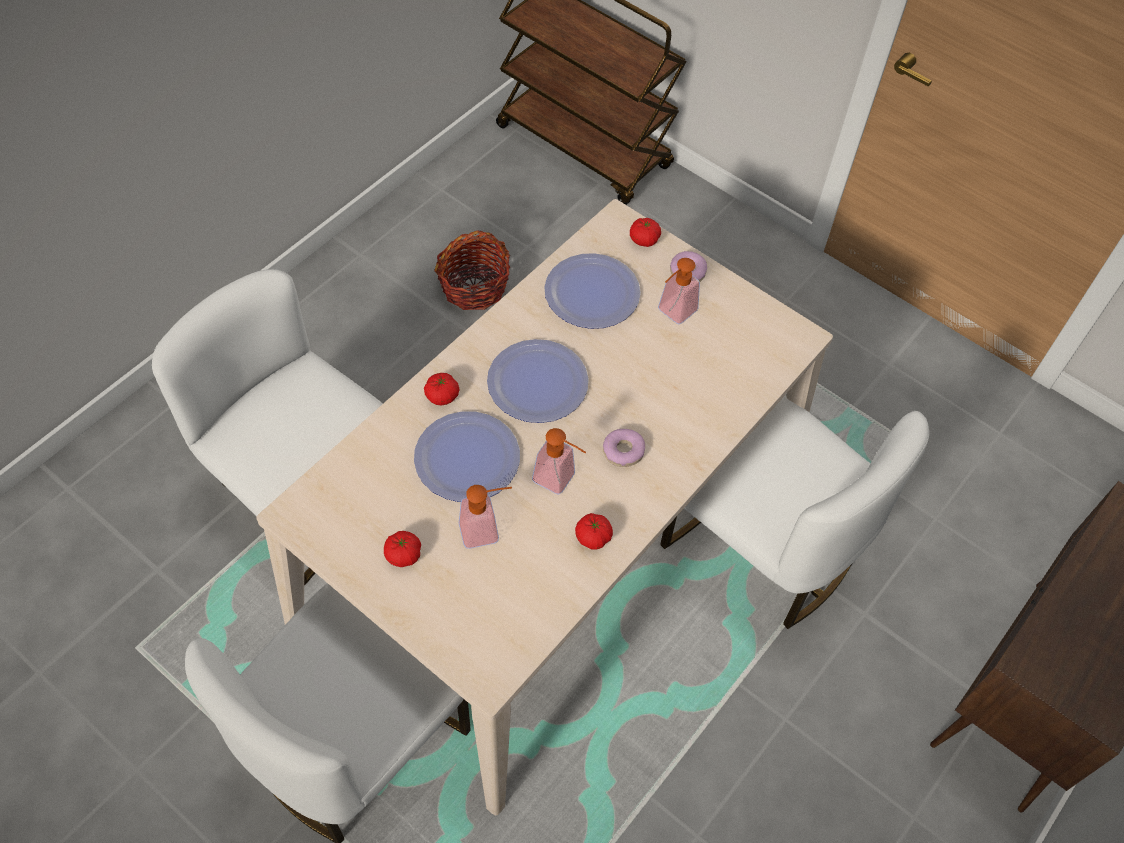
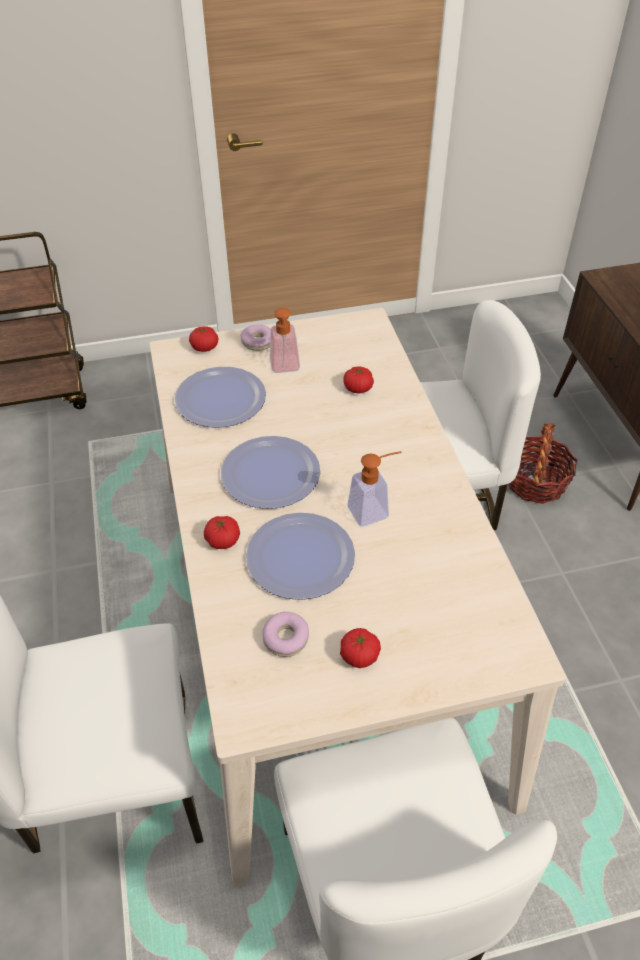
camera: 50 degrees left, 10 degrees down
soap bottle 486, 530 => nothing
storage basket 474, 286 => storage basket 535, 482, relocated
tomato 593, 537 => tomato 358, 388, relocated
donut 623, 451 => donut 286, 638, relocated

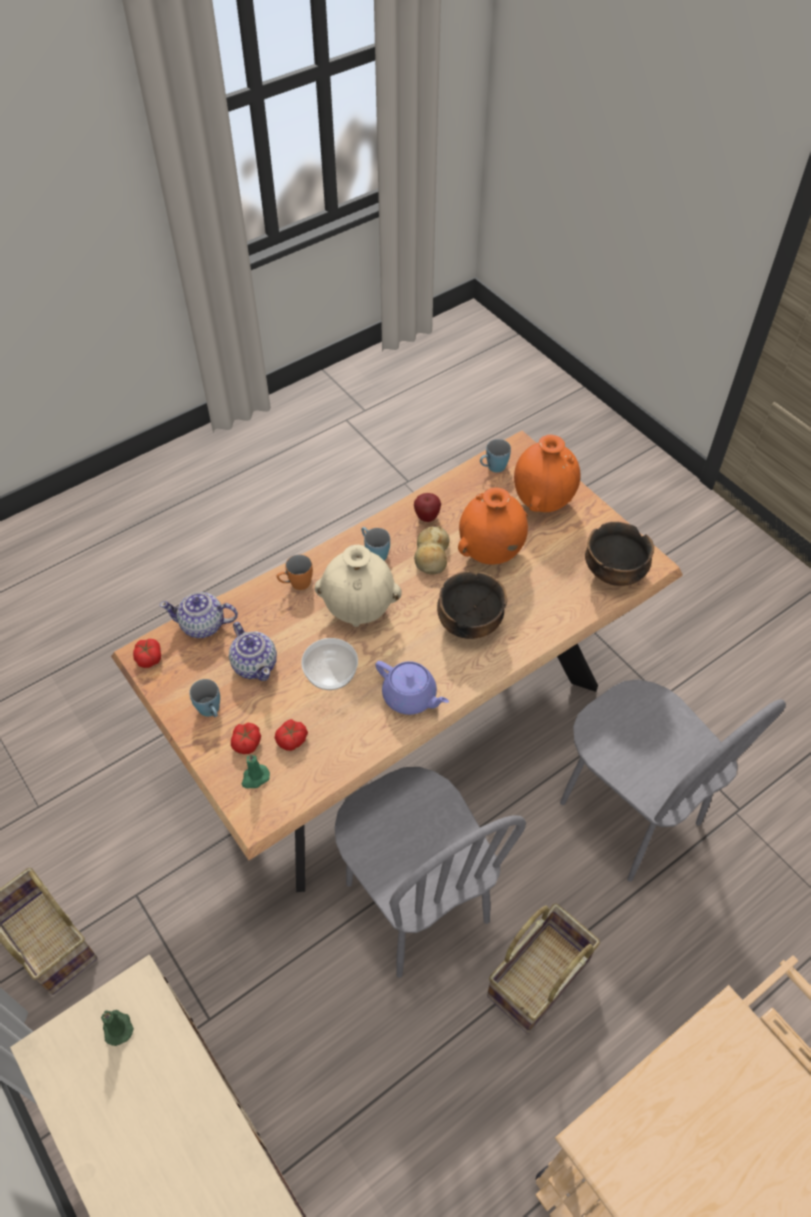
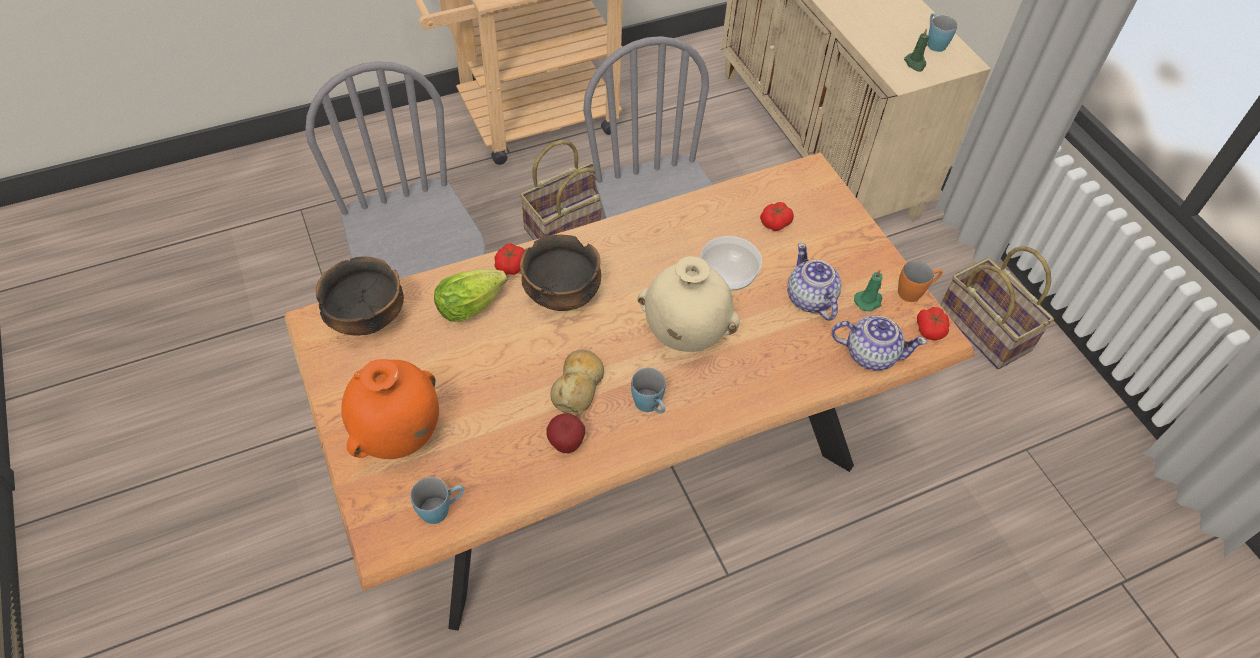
camera: 170 degrees left, 0 degrees up
purplish tea pot 410, 697 => nothing
orange-coloured flower vase 490, 553 => nothing
nothing => head of lettuce 474, 304
blue-coloured mug 211, 711 => blue-coloured mug 934, 43, relocated
tomato 247, 742 => tomato 510, 265, relocated
green-coloured wax light 255, 777 => green-coloured wax light 868, 301, relocated
orange-coloured mug 296, 584 => orange-coloured mug 914, 292, relocated

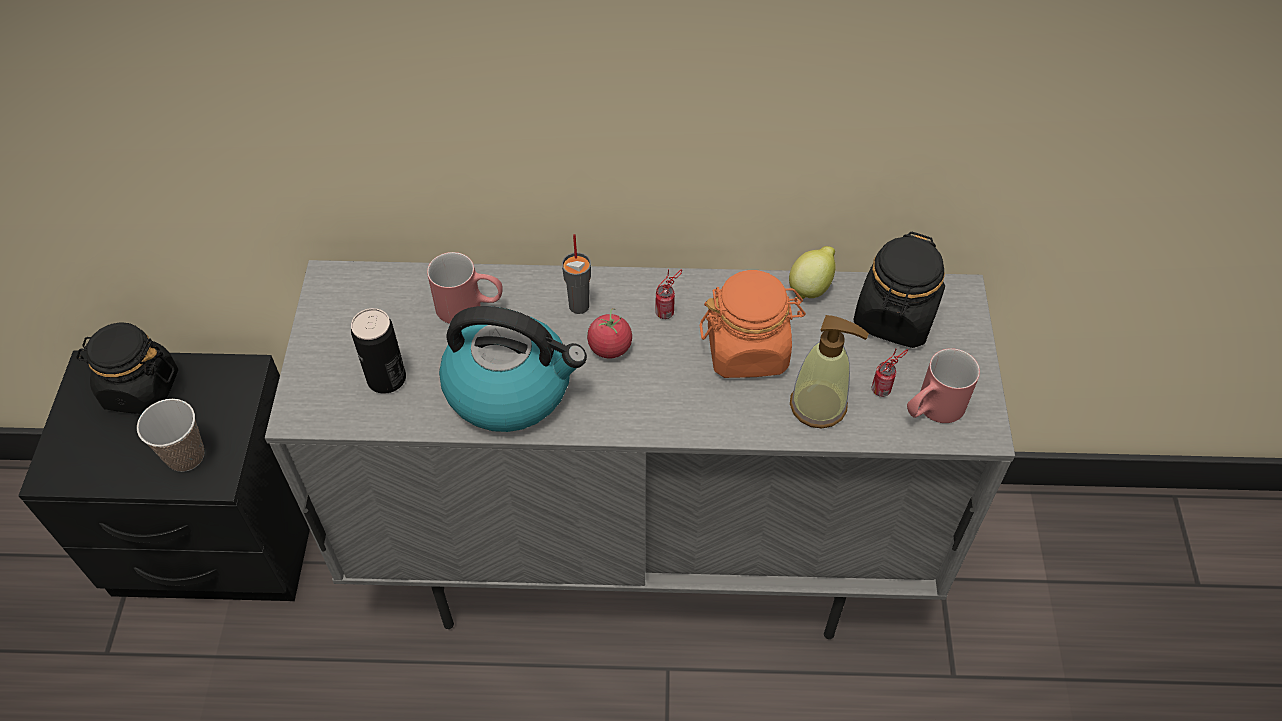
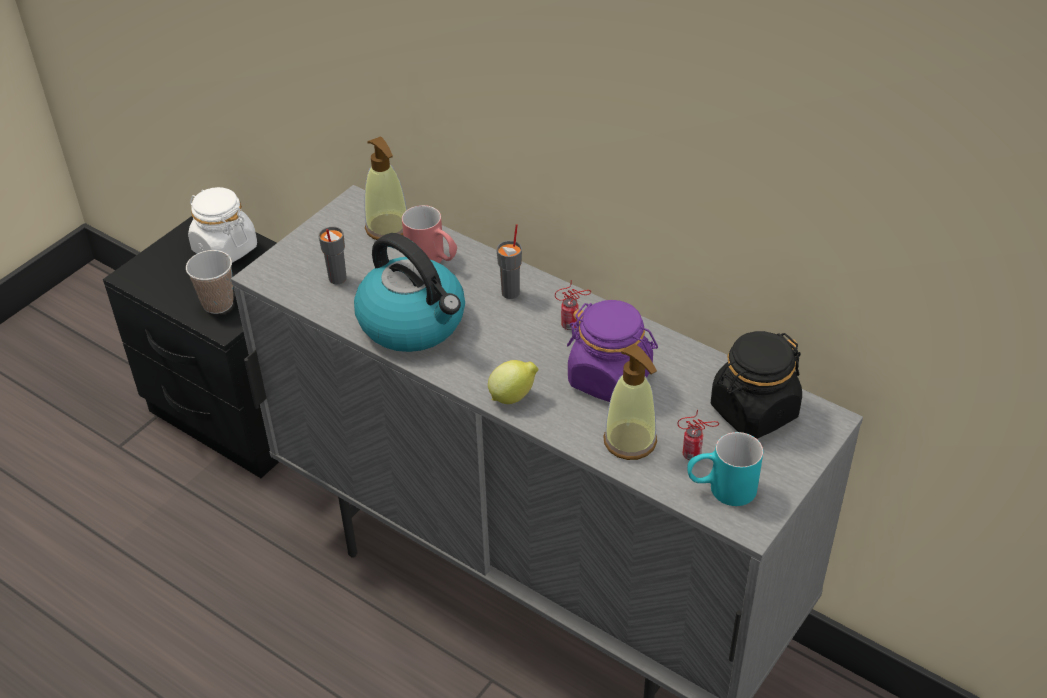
camera: 35 degrees right, 10 degrees down
tomato 610, 347 => nothing
nothing => soap bottle 388, 228
whole lemon 811, 287 => whole lemon 513, 397, relocated
sealed can 386, 378 => greyish small cup 337, 279
black preserve jar 140, 389 => white-coloured preserve jar 224, 249
orange-coloured preserve jar 748, 350 => purplish preserve jar 610, 379
reddish mug 932, 410 => turquoise-coloured mug 721, 489

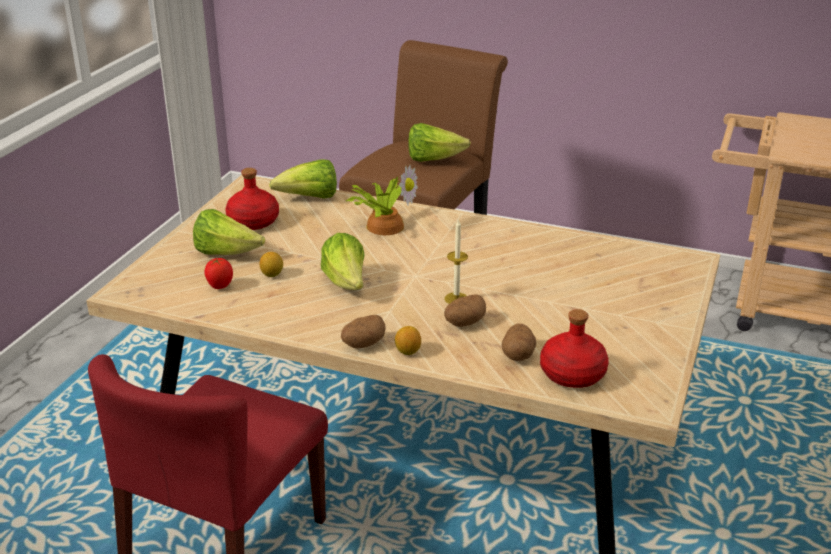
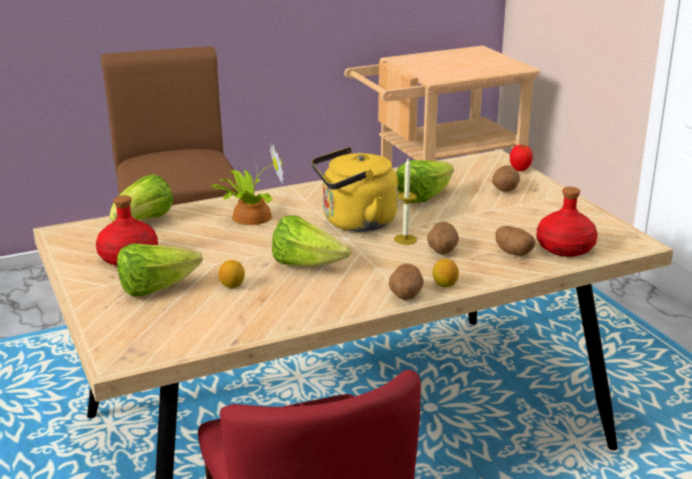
camera: 45 degrees left, 5 degrees down
nothing => yellow kettle 354, 223
nothing => whole potato 505, 189
tomato 220, 287 => tomato 520, 170, relocated
head of lettuce 433, 159 => head of lettuce 423, 197, relocated

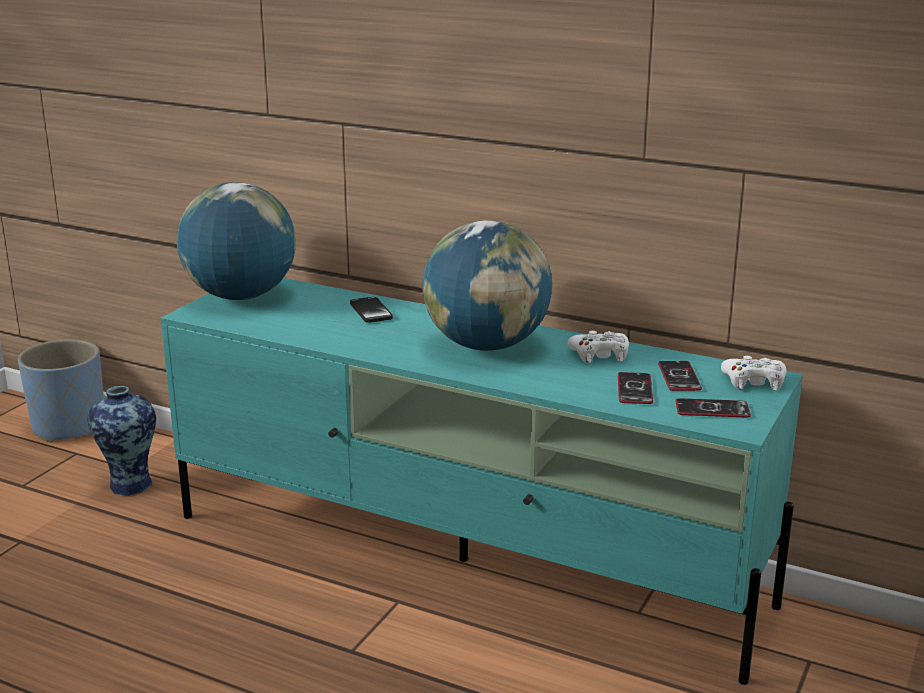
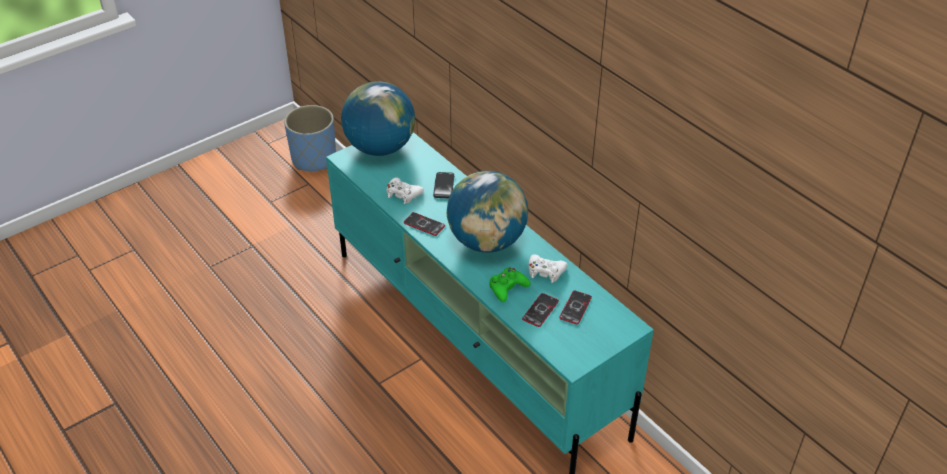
camera: 25 degrees right, 20 degrees up
flower vase 130, 484 => nothing
nothing => green-coloured joypad 507, 288
telephone 712, 409 => telephone 424, 224, relocated
white-coloured joypad 754, 382 => white-coloured joypad 403, 194, relocated

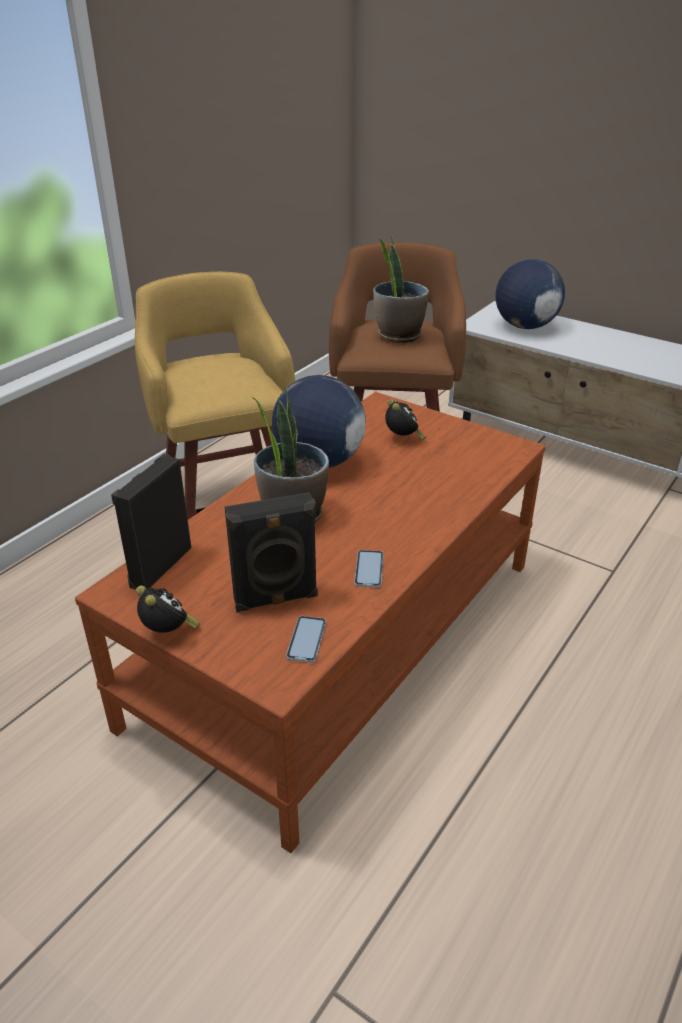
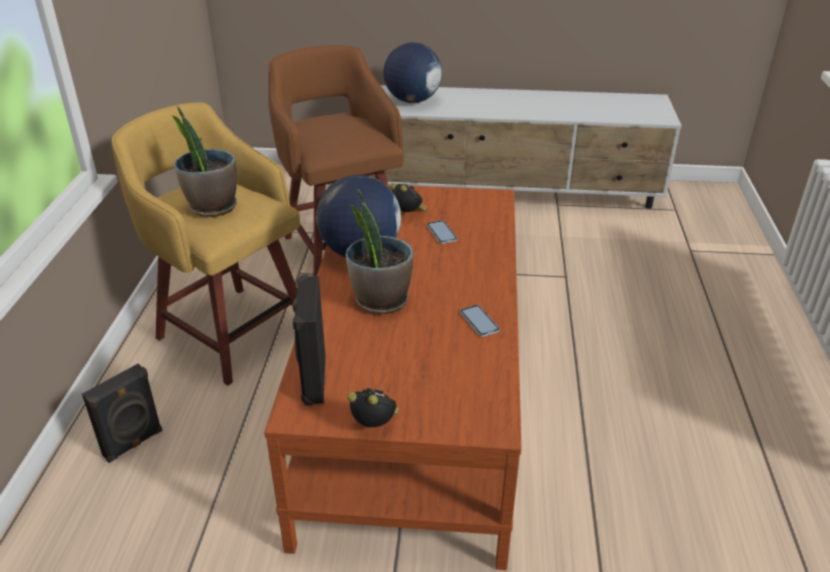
camera: 30 degrees left, 0 degrees up
black loudspeaker 276, 600 => black loudspeaker 133, 444, relocated
telephone 306, 640 => telephone 441, 233, relocated
potted plant 398, 335 => potted plant 212, 207, relocated

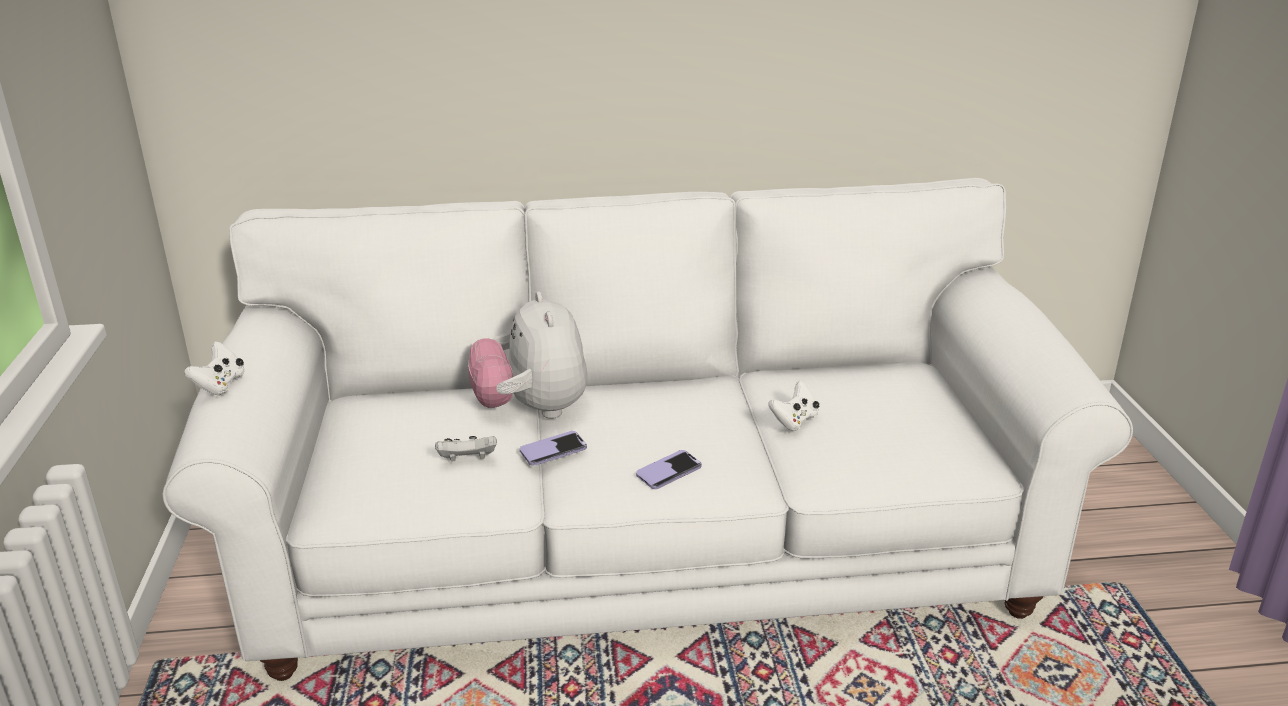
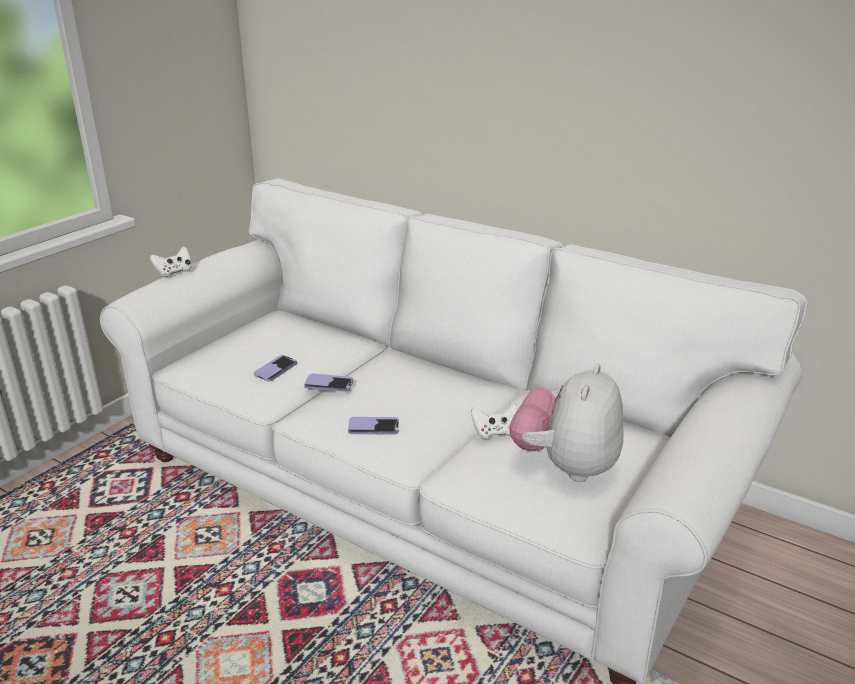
camera: 40 degrees right, 0 degrees up
cuddly toy 532, 410 => cuddly toy 566, 466, relocated
white-coloured joypad 468, 461 => telephone 276, 369

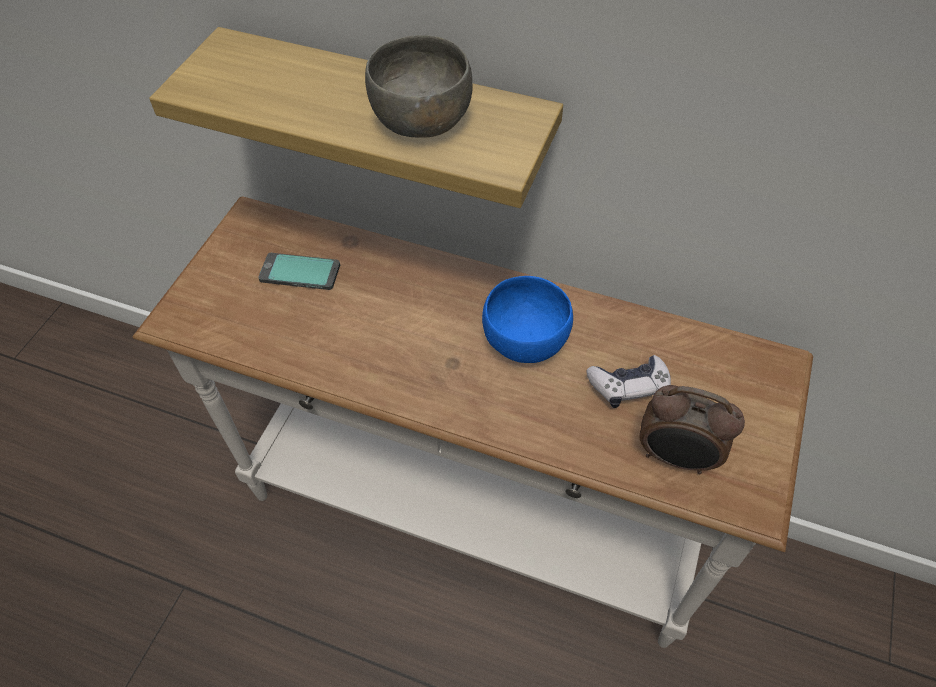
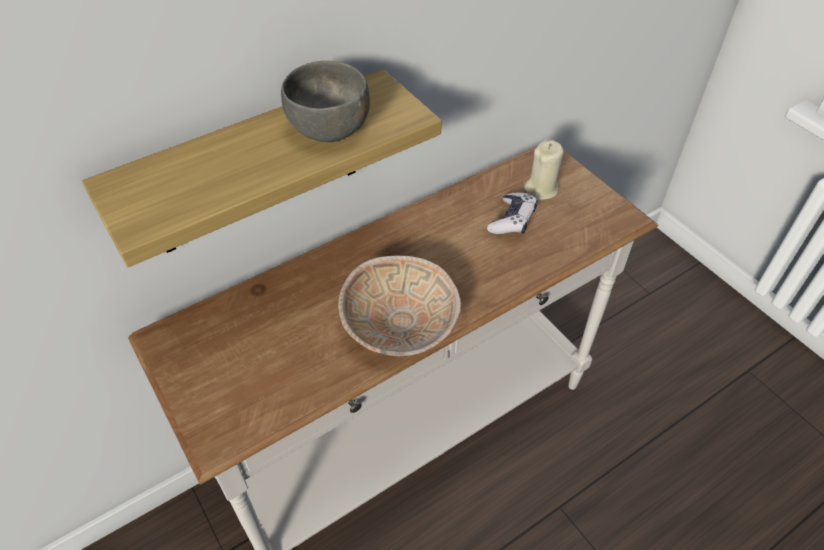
camera: 55 degrees left, 5 degrees down
telephone 300, 273 => nothing
blue-coloured deep dish 526, 340 => nothing
bedside clock 676, 457 => nothing
nothing => beige deep dish 399, 324
nothing => beige wax light 541, 189

